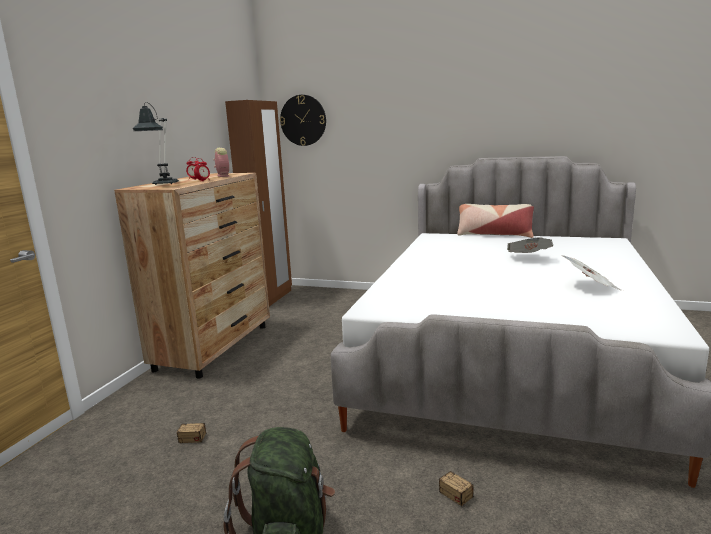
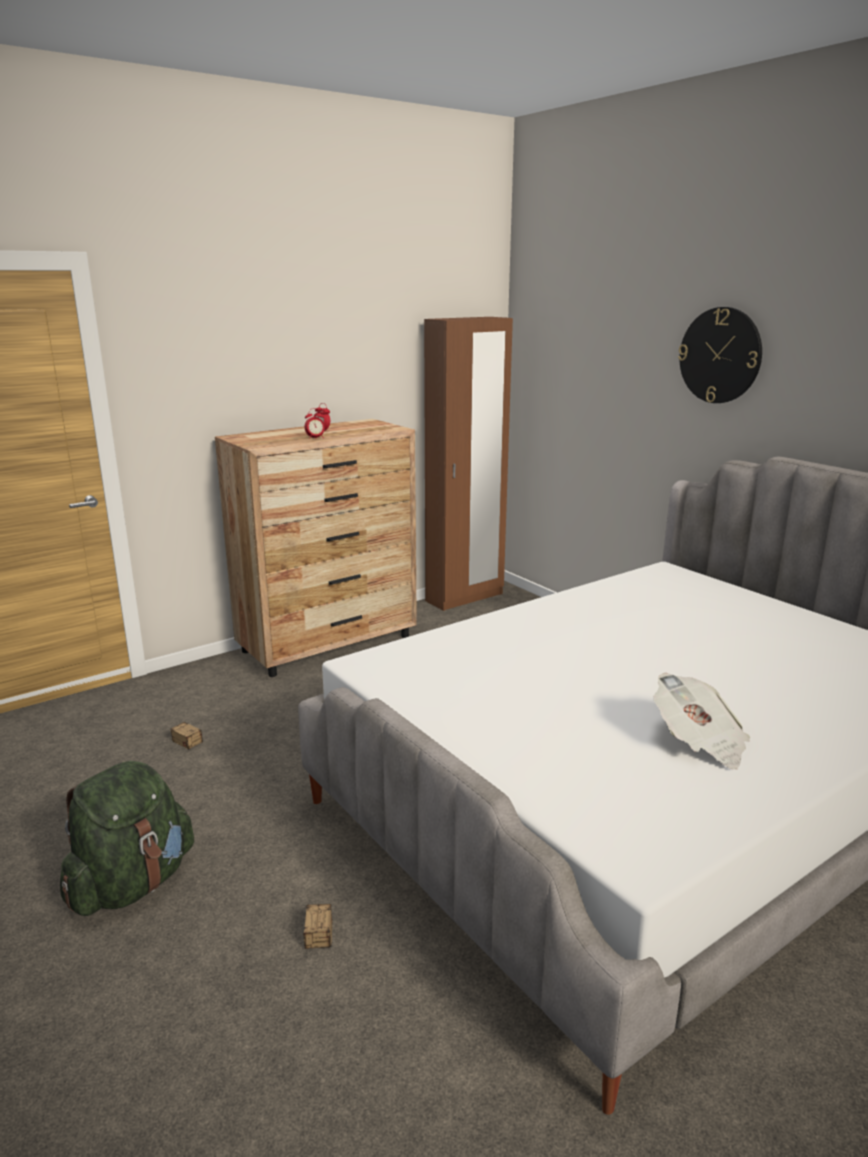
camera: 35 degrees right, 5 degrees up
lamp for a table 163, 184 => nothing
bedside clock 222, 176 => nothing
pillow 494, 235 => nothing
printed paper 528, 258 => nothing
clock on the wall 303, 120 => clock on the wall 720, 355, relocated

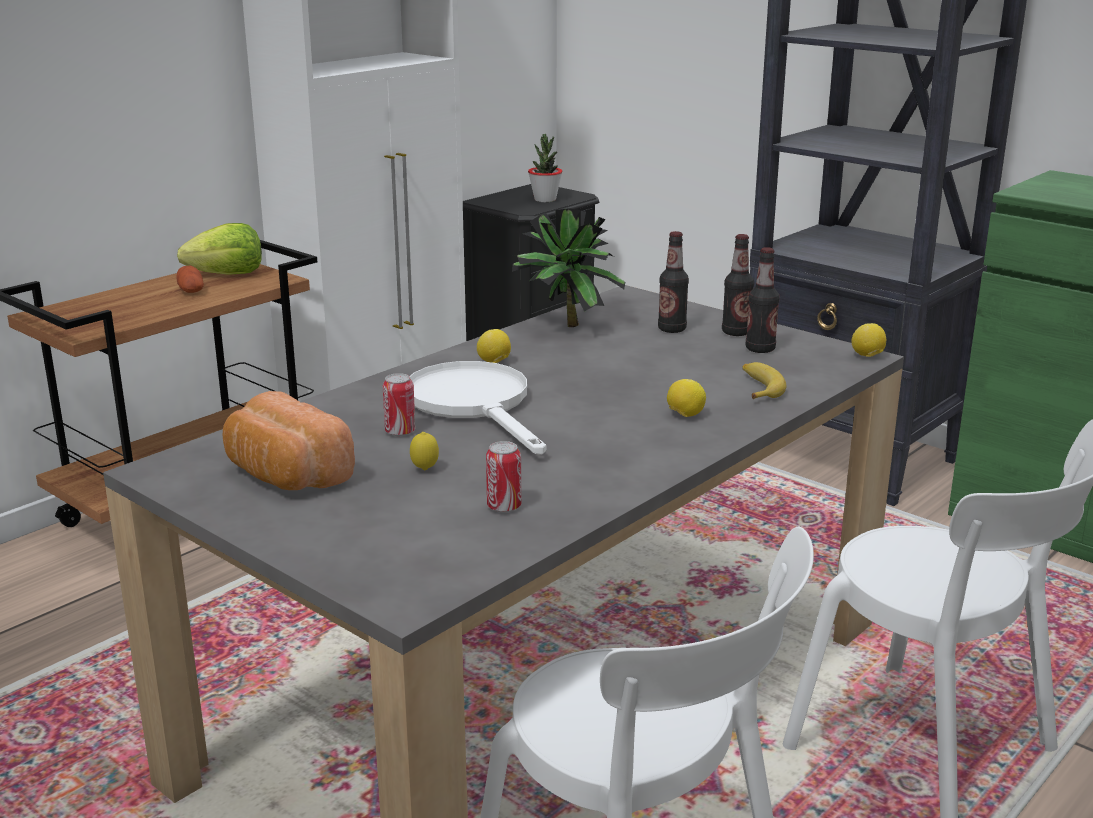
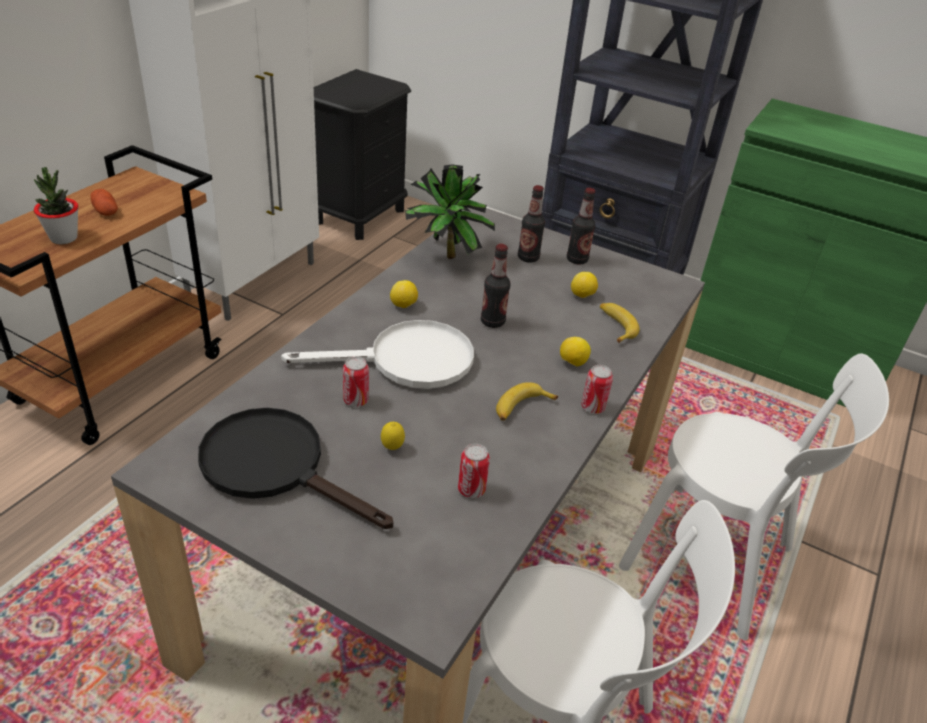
camera: 15 degrees left, 15 degrees up
head of lettuce 227, 275 => nothing
nothing => banana fruit 521, 408
nothing => sealed can 593, 407
potted plant 545, 200 => potted plant 64, 238, relocated
bottle 760, 349 => bottle 492, 322, relocated
whole lemon 867, 356 => whole lemon 582, 296, relocated
baked bread 284, 476 => black skillet 276, 466
white-coloured skillet 475, 405 => white-coloured skillet 406, 361, 120 degrees clockwise

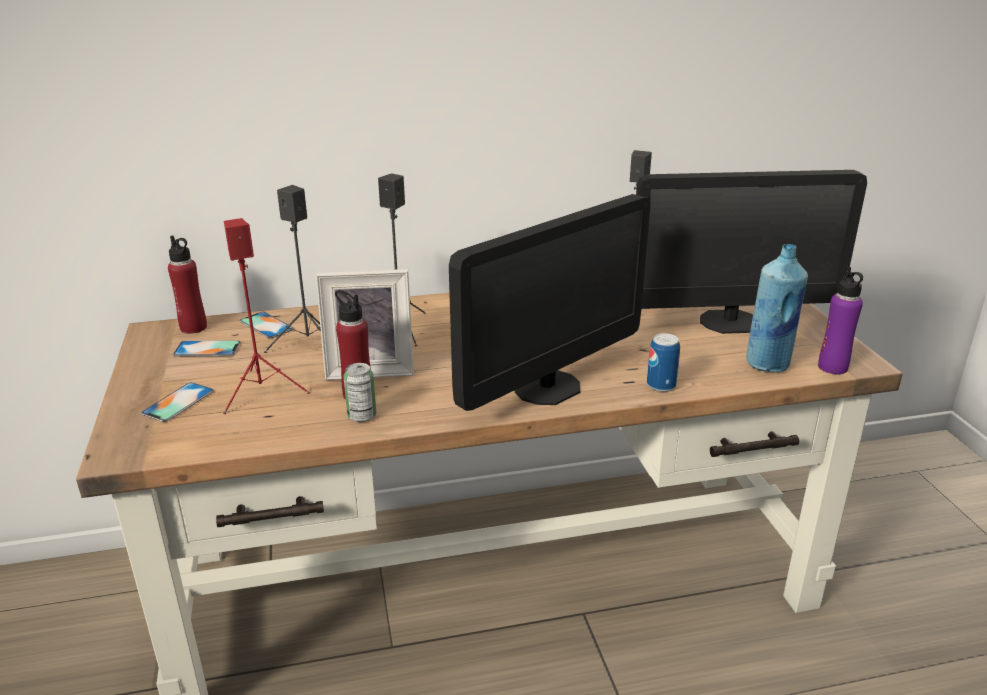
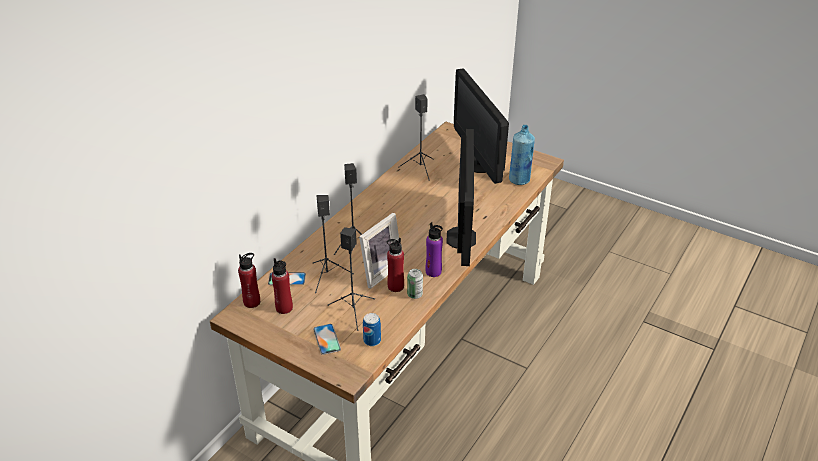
camera: 45 degrees left, 10 degrees up
sealed can 661, 385 => sealed can 372, 341, relocated
purplish bottle 832, 367 => purplish bottle 433, 271, relocated
telephone 207, 349 => reddish bottle 284, 308
reddish loudspeaker 263, 391 => black loudspeaker 353, 310
computer screen 729, 322 => computer screen 479, 164, 120 degrees clockwise

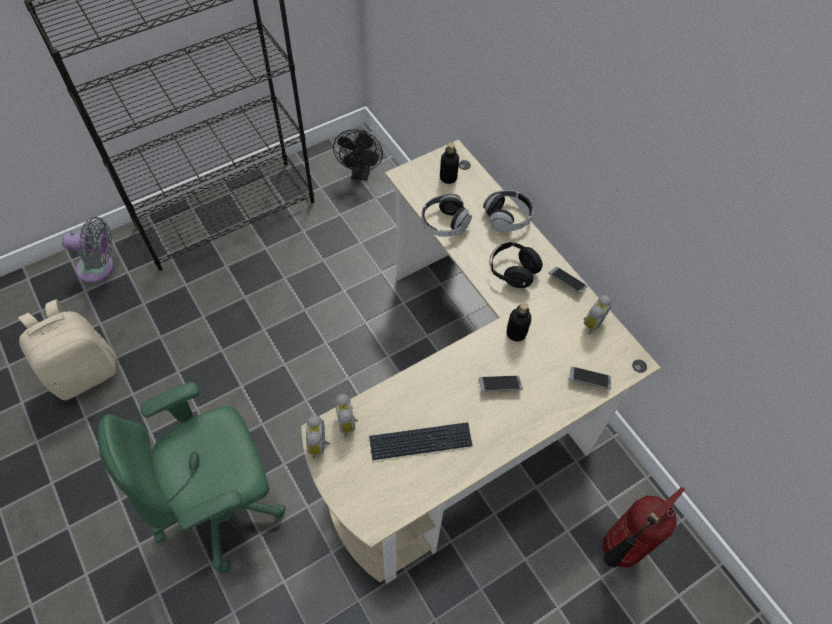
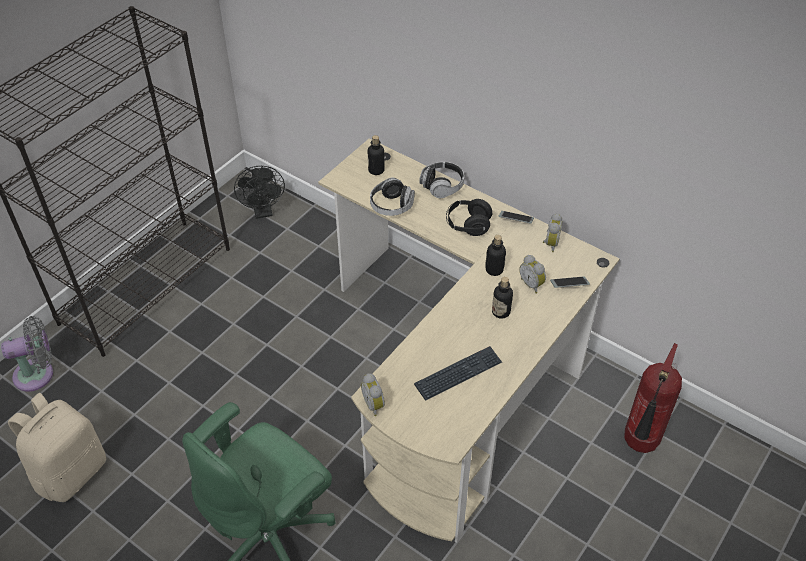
camera: 20 degrees left, 10 degrees down
bedside clock 348, 422 => bedside clock 532, 284, relocated
telephone 499, 385 => bottle 501, 312

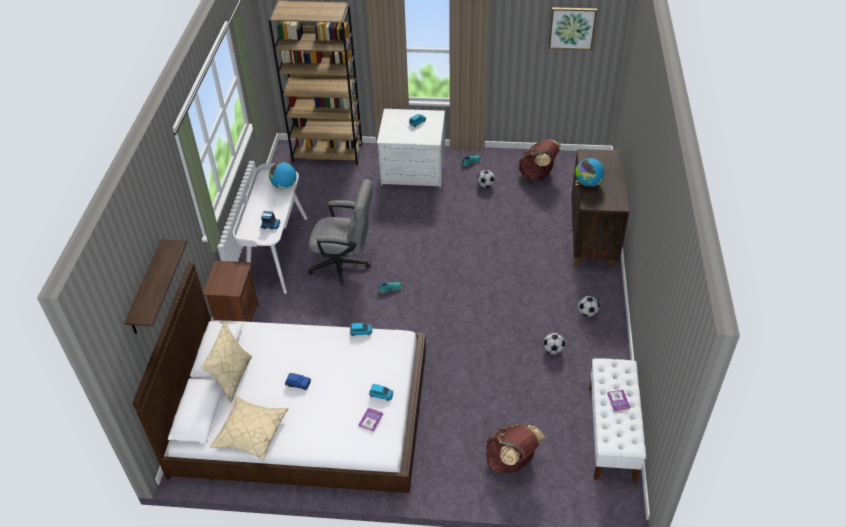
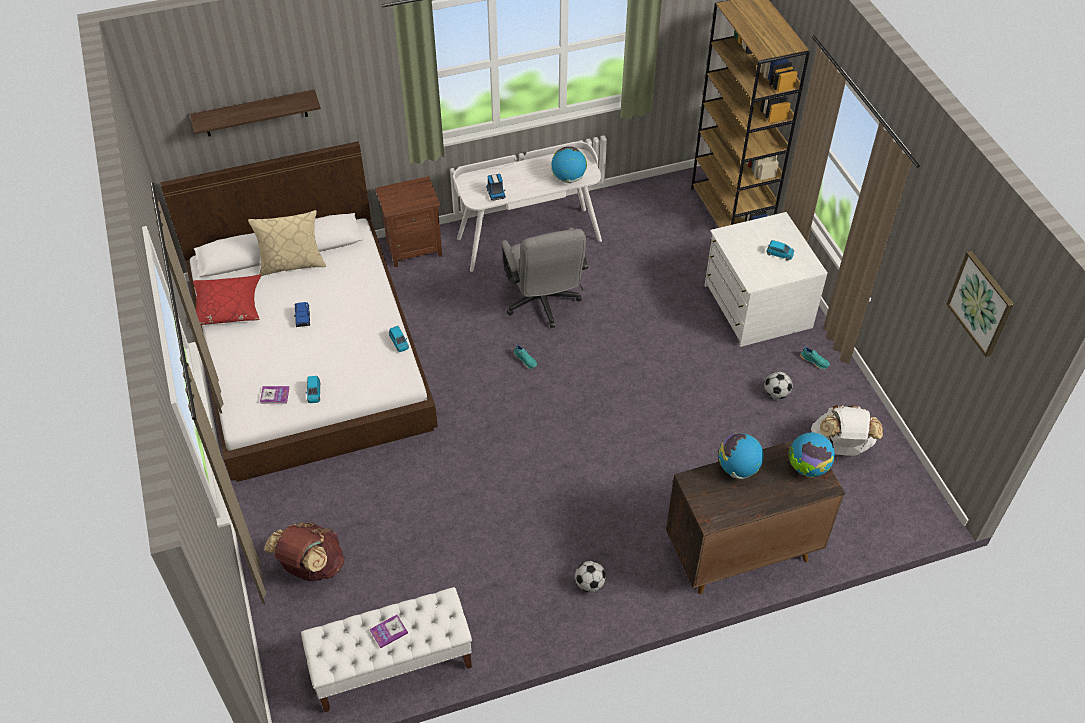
camera: 65 degrees right, 5 degrees up
football ball 553, 350 => nothing
nothing => world globe 807, 467
beige pillow 251, 432 => reddish pillow 227, 307
brown backpack 537, 175 => white-coloured backpack 840, 446

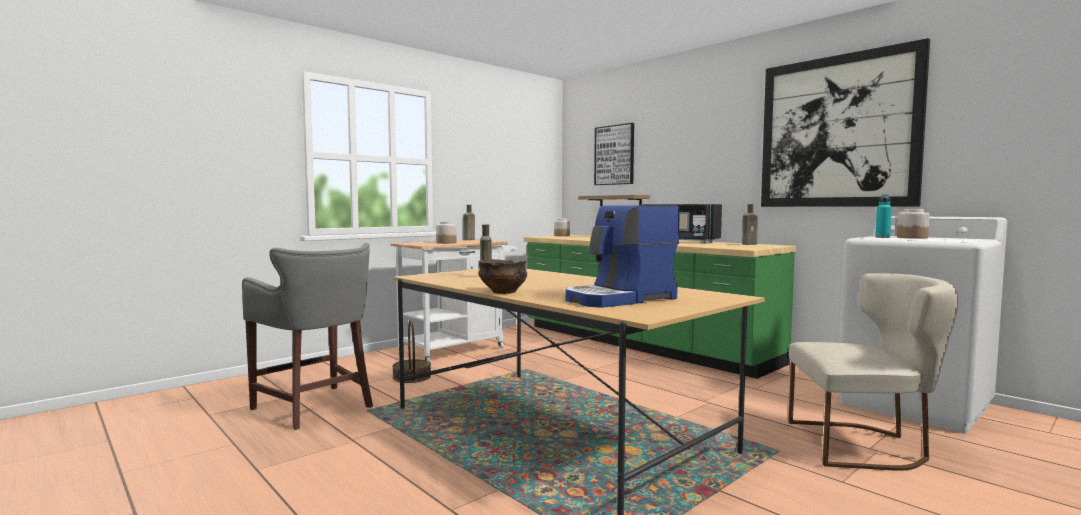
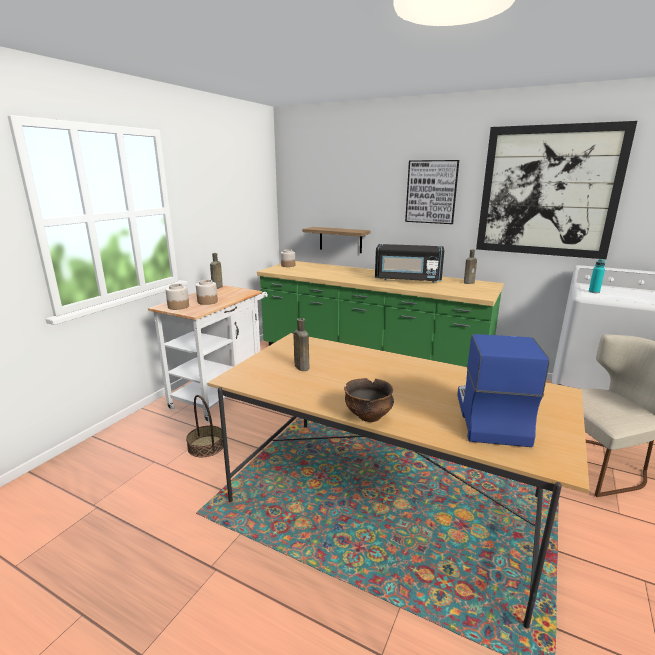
camera: 20 degrees left, 15 degrees up
greyish stool seat 316, 408 => nothing
picture 614, 155 => picture 431, 192, relocated
preserve jar 912, 237 => preserve jar 178, 306, relocated
coffee maker 621, 299 => coffee maker 489, 417, 150 degrees clockwise

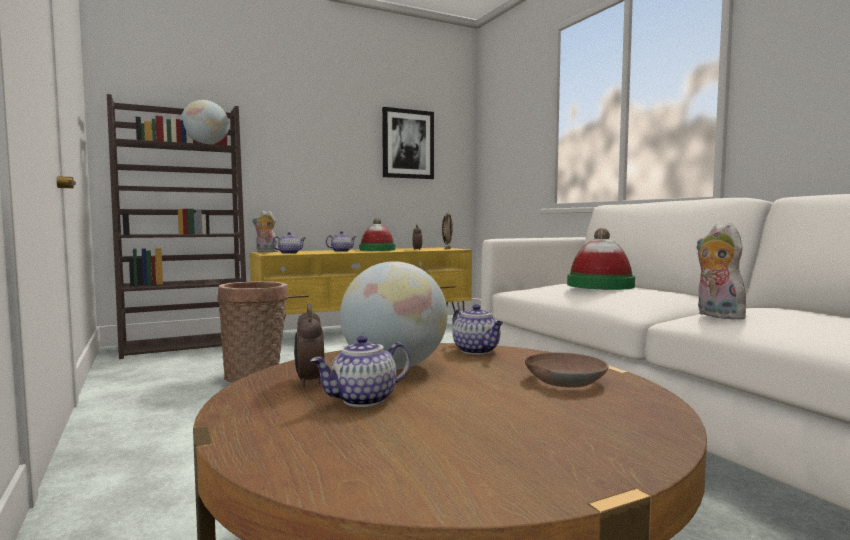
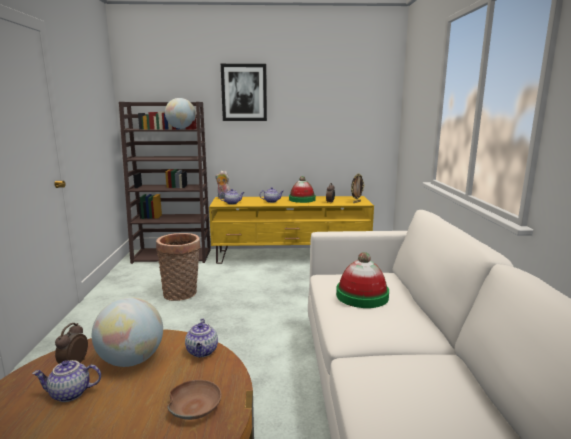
camera: 25 degrees right, 10 degrees up
cuddly toy 716, 316 => nothing
picture 407, 144 => picture 244, 92, relocated

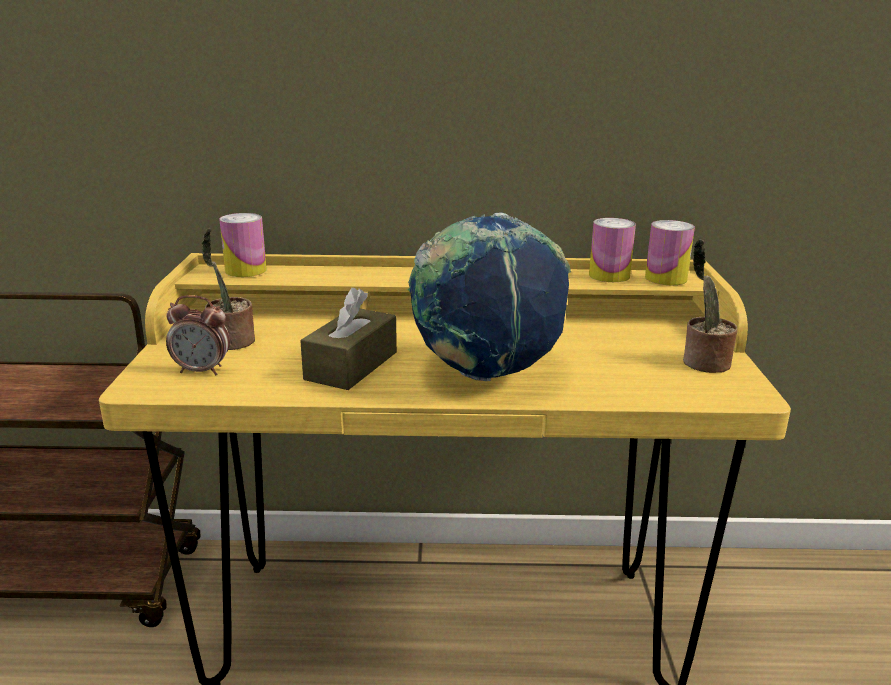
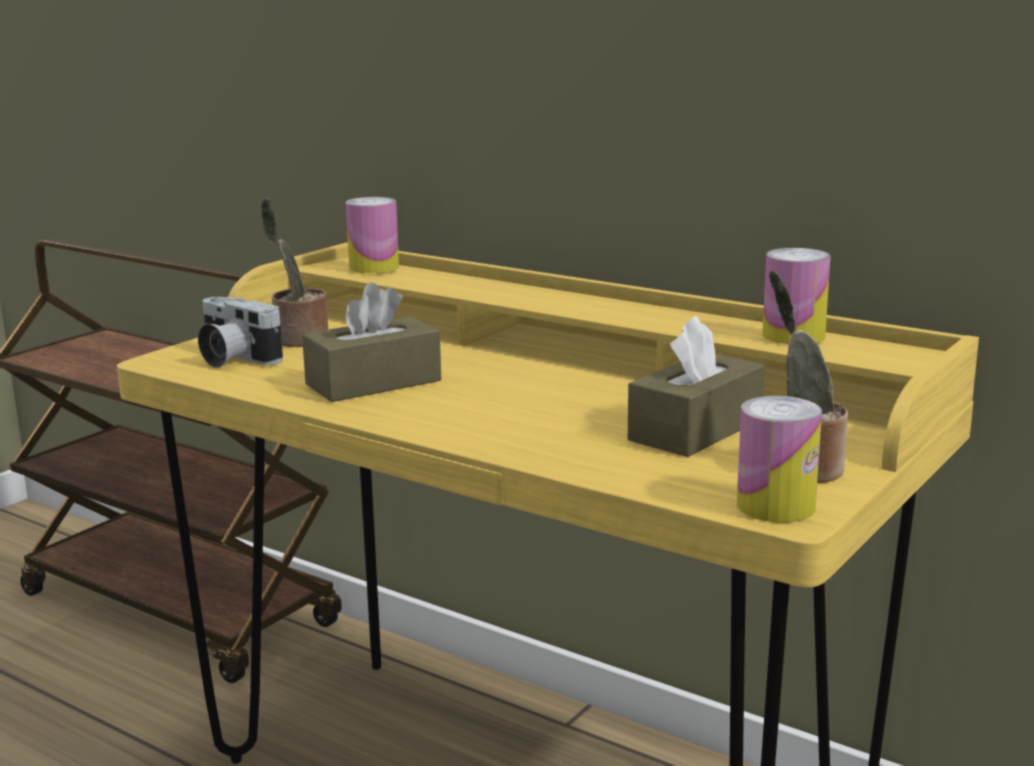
camera: 35 degrees right, 5 degrees down
world globe 485, 374 => nothing
nothing => brown tissue holder 696, 429
sealed can 665, 278 => sealed can 776, 506, relocated
bedside clock 202, 371 => photo camera 233, 358

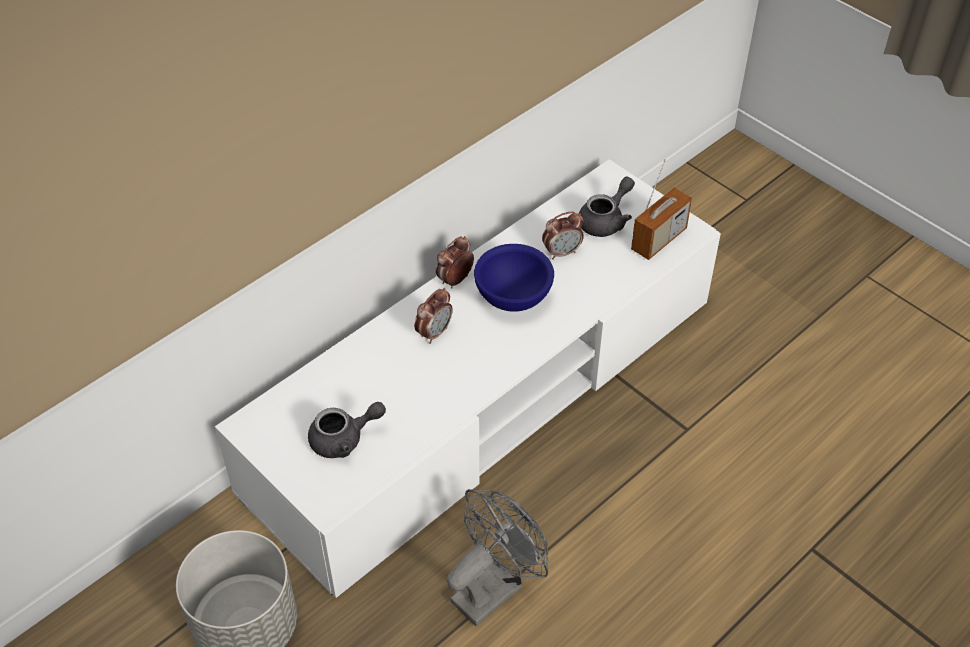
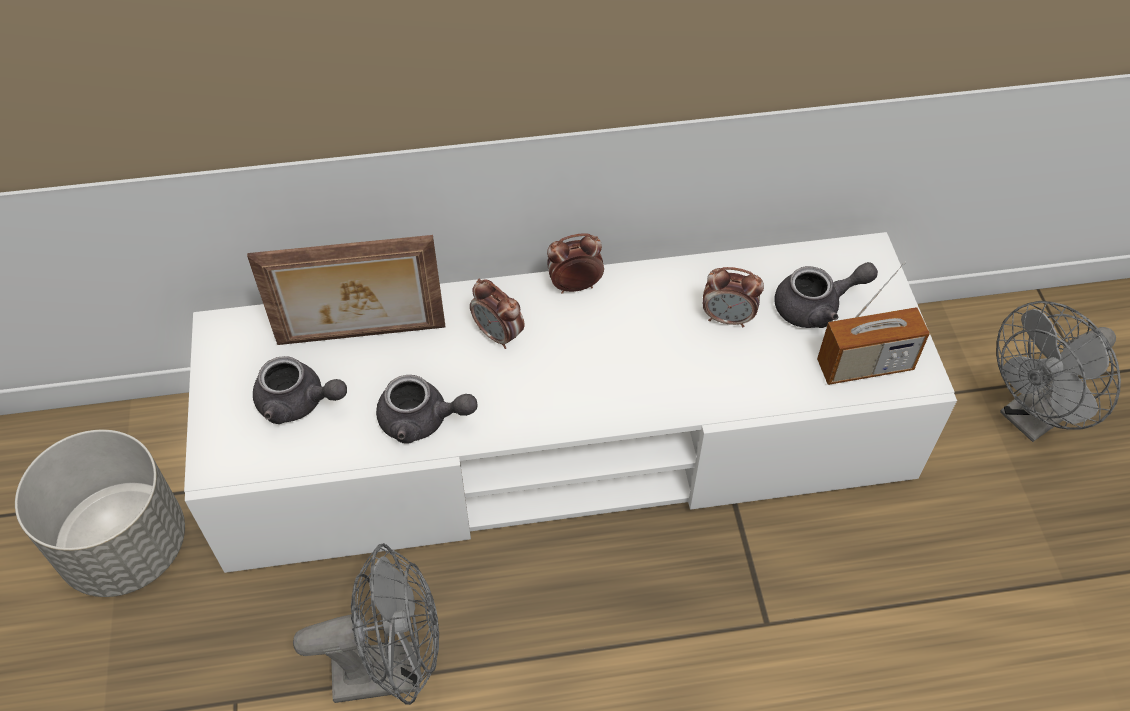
camera: 35 degrees right, 5 degrees up
blue-coloured deep dish 514, 298 => nothing
nothing => picture frame 362, 337
nothing => greyish tea pot 422, 421
nothing => greyish fan 1032, 418
bedside clock 434, 332 => bedside clock 498, 335, 60 degrees clockwise

